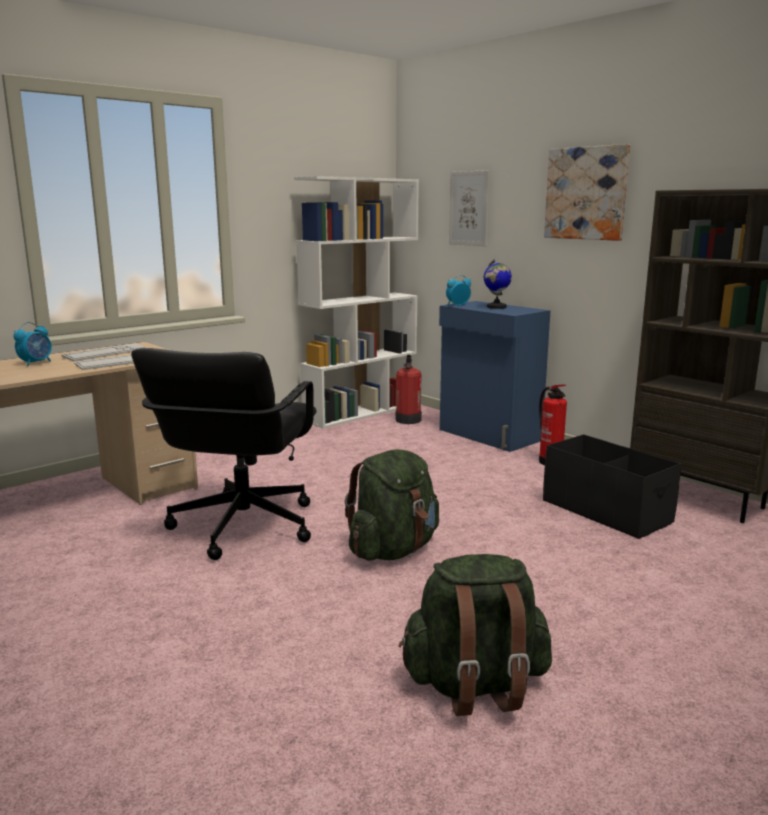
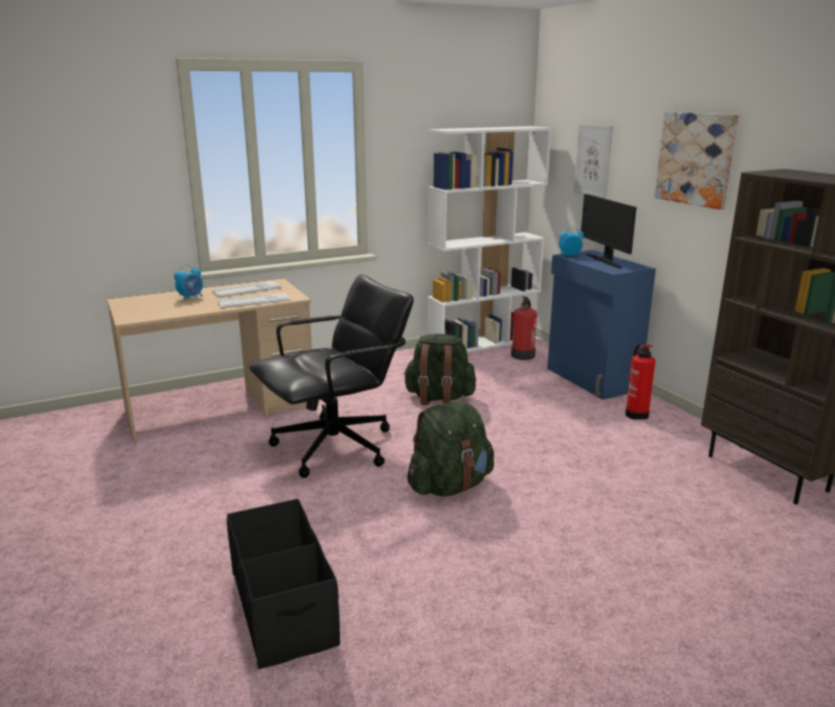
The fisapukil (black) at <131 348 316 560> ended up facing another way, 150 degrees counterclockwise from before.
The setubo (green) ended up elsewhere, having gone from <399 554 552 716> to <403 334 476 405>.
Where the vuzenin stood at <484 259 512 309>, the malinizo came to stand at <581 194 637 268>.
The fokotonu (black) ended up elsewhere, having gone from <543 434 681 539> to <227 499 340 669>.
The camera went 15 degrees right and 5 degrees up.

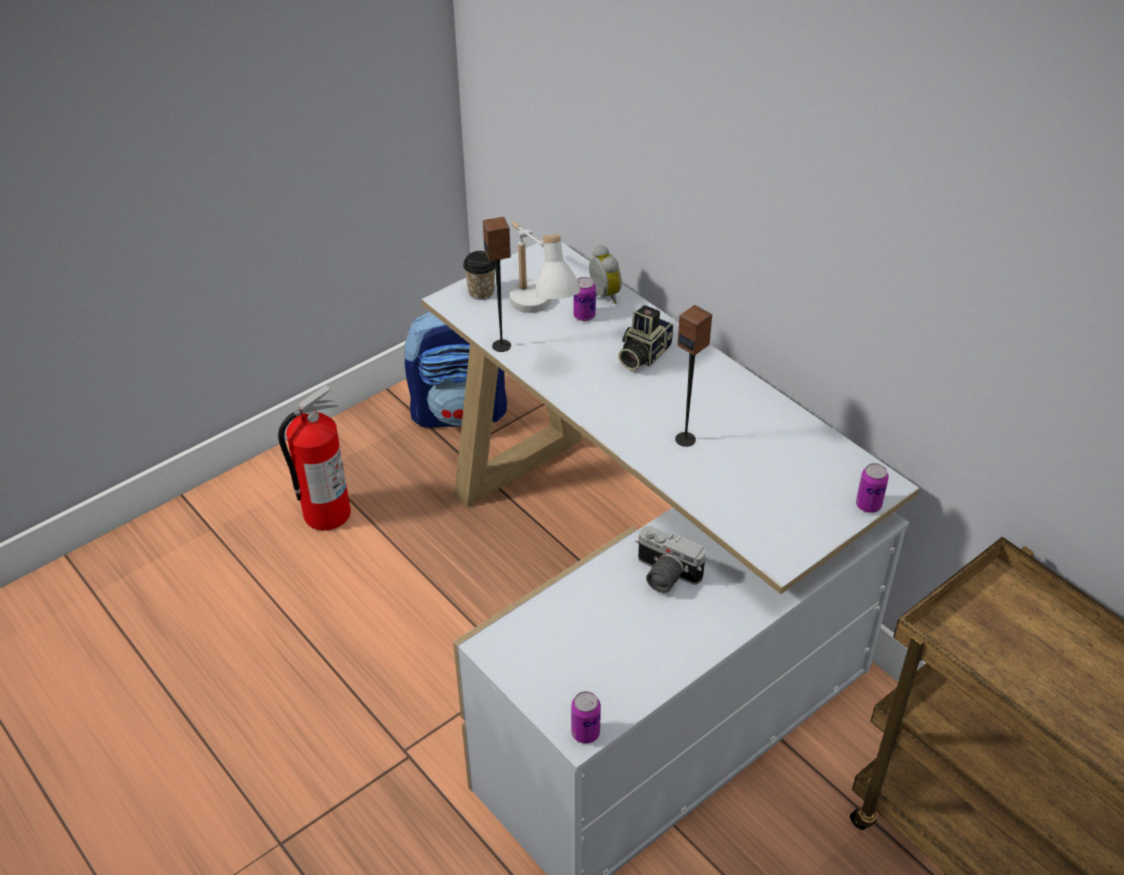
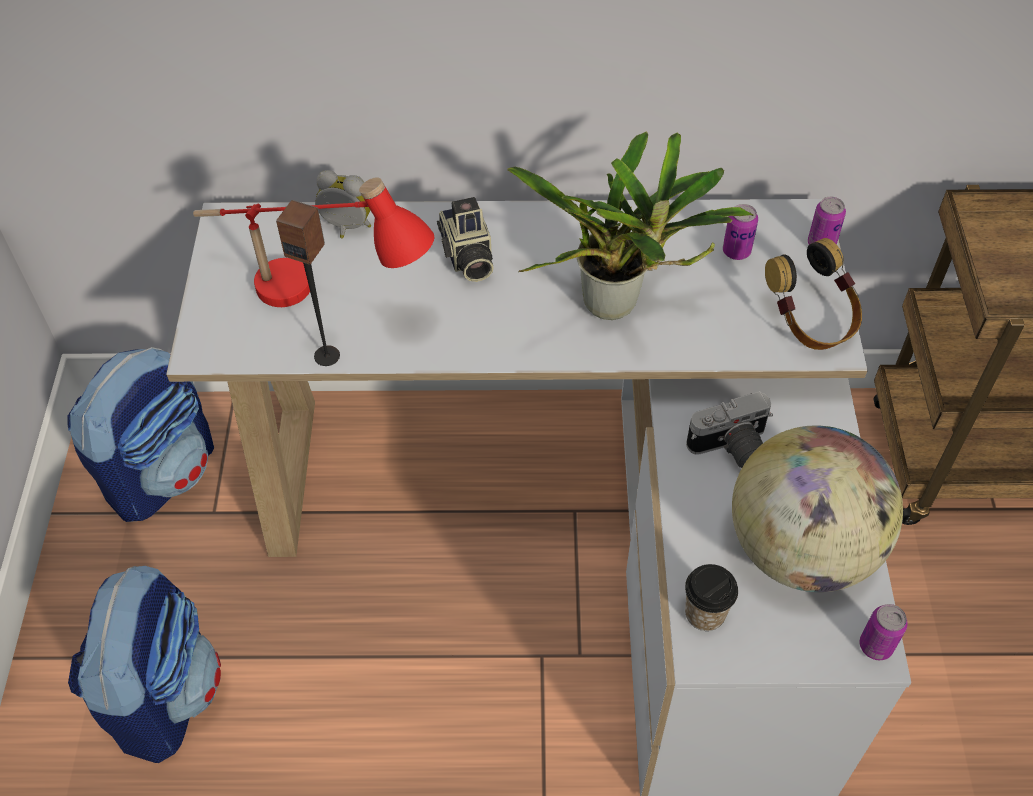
Where the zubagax stood at <278 385 351 530>, the setubo came to stand at <68 566 221 763>.
The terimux ended up elsewhere, having gone from <463 251 495 300> to <685 564 738 631>.
What was the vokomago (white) at <510 222 580 313> turned into the vokomago (red) at <193 177 434 307>.
The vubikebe ended up elsewhere, having gone from <573 277 596 321> to <723 204 758 260>.
Where the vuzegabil stood at <675 305 712 447>, the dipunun came to stand at <507 131 754 320>.
The second view gained the vuzenin at <732 425 903 592>.
The second view gained the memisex at <765 238 862 350>.
The camera went 50 degrees left and 10 degrees up.

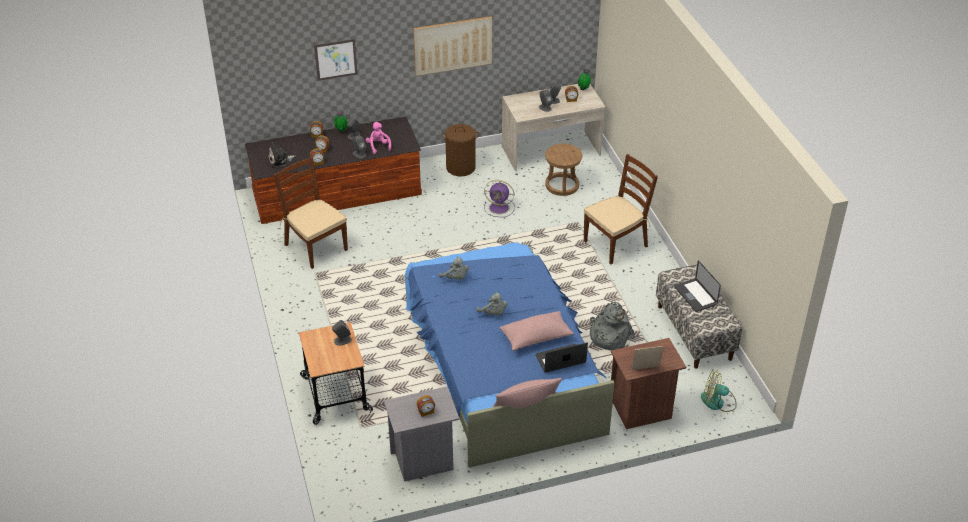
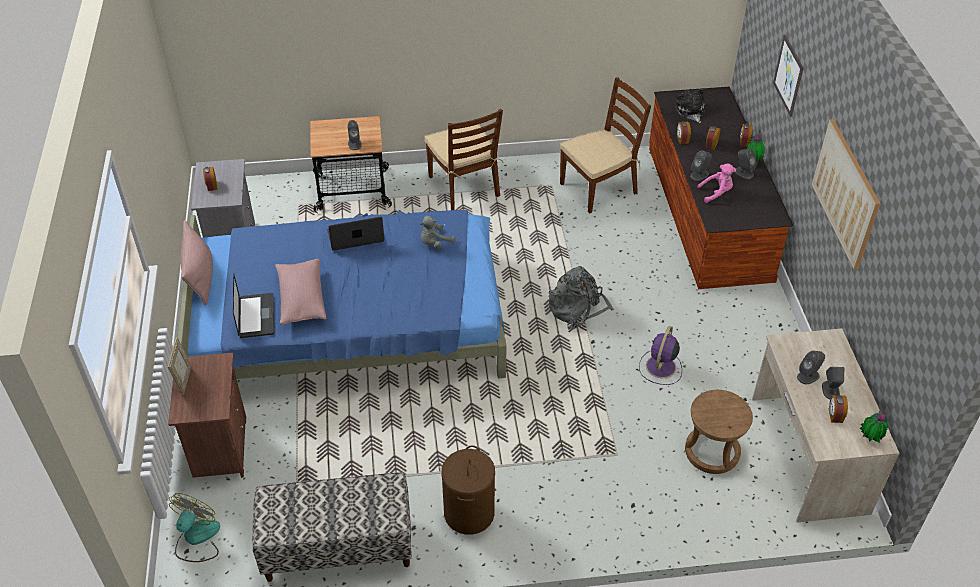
The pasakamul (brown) ended up elsewhere, having gone from <442 124 479 176> to <441 445 495 535>.
The second view lost the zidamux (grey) at <477 292 507 316>.
The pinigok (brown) ended up elsewhere, having gone from <584 154 658 264> to <425 109 504 210>.
The setubo (grey) ended up elsewhere, having gone from <590 302 635 350> to <548 266 614 330>.
The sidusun ended up elsewhere, having gone from <674 260 721 312> to <327 217 384 251>.
The camera went 100 degrees right and 5 degrees up.

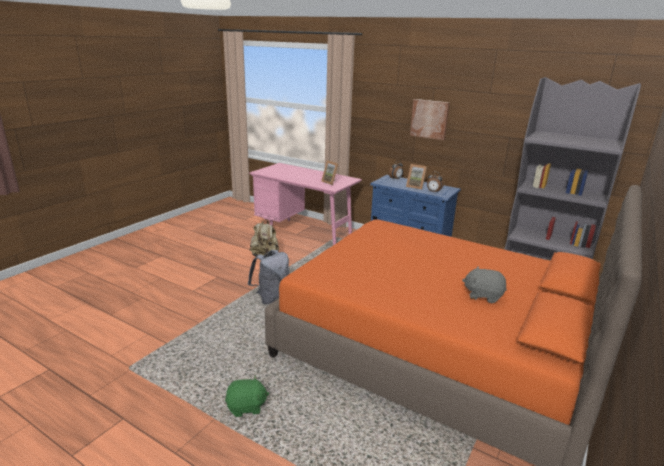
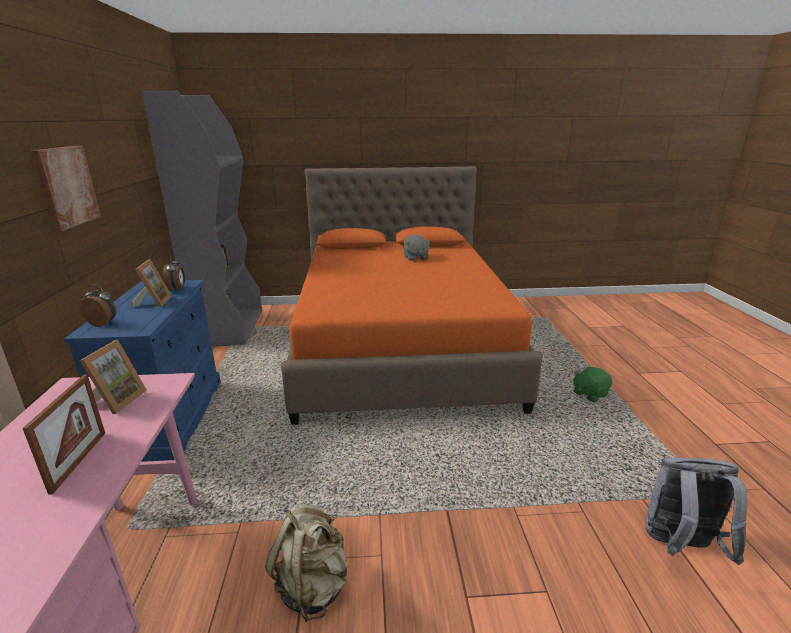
The zidamux (green) at <225 376 269 417> ended up facing another way, 75 degrees counterclockwise from before.
The setubo (grey) ended up elsewhere, having gone from <248 250 289 304> to <645 457 747 565>.
The second view gained the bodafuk at <22 375 105 495>.
The camera went 125 degrees left and 0 degrees up.

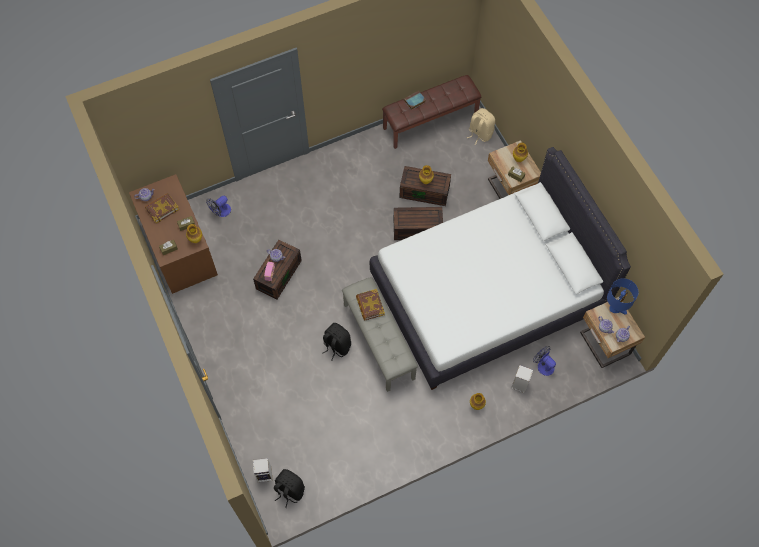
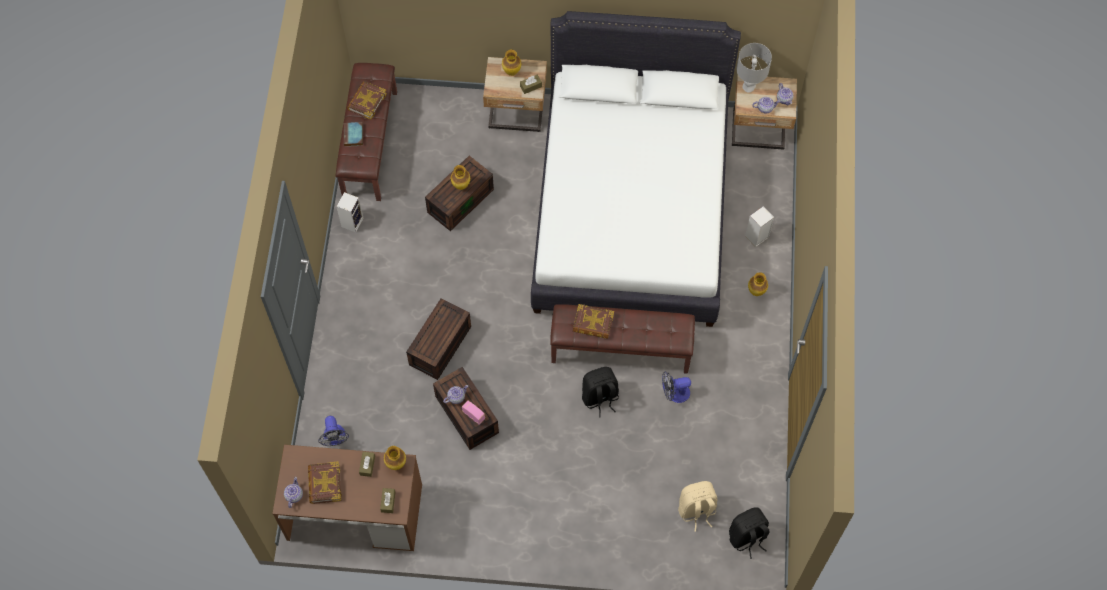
The vuzegabil ended up elsewhere, having gone from <253 458 273 482> to <336 192 364 232>.
What was the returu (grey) at <342 277 418 392> turned into the returu (brown) at <550 304 695 374>.
The fokotonu (brown) ended up elsewhere, having gone from <394 207 443 240> to <406 298 471 380>.
The setubo (beige) ended up elsewhere, having gone from <467 108 495 145> to <678 481 717 532>.
The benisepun ended up elsewhere, having gone from <533 346 556 376> to <662 371 691 403>.
What was the vokomago (blue) at <607 278 638 315> turned into the vokomago (grey) at <736 43 772 93>.
The second view gained the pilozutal at <347 81 387 120>.
The camera went 60 degrees left and 0 degrees up.

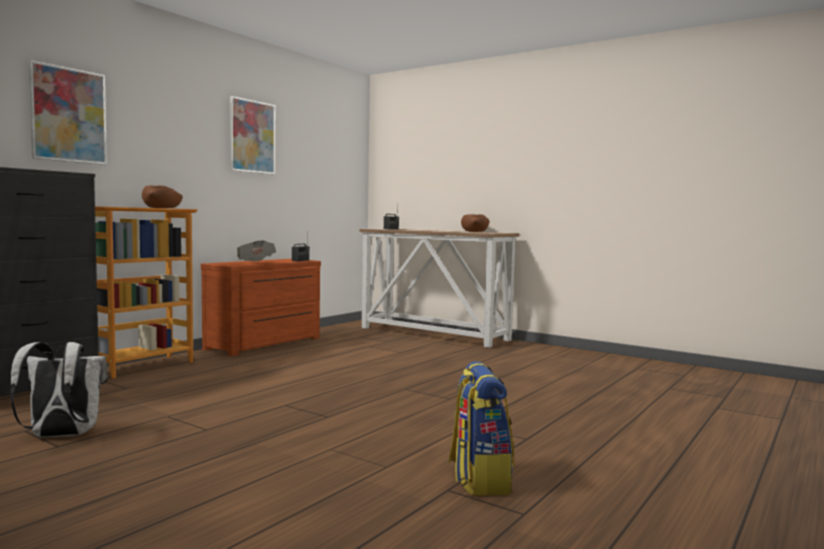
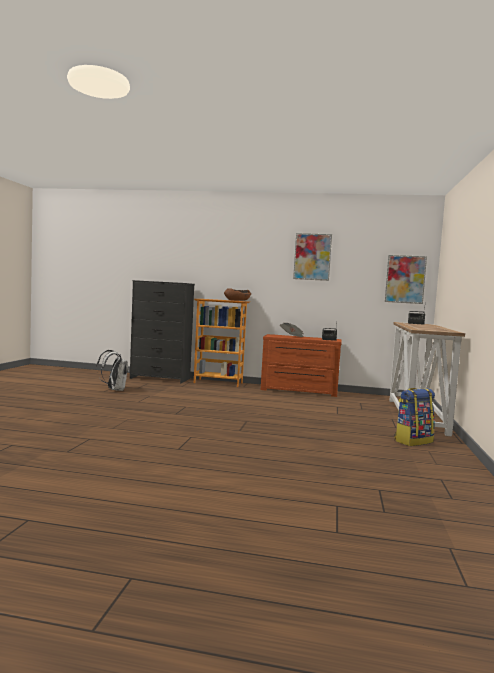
The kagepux ended up elsewhere, having gone from <29 60 107 165> to <385 255 427 304>.
The setubo ended up elsewhere, having gone from <448 361 514 496> to <394 388 435 446>.
The second view lost the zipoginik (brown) at <461 214 489 232>.
The camera went 65 degrees right and 0 degrees up.

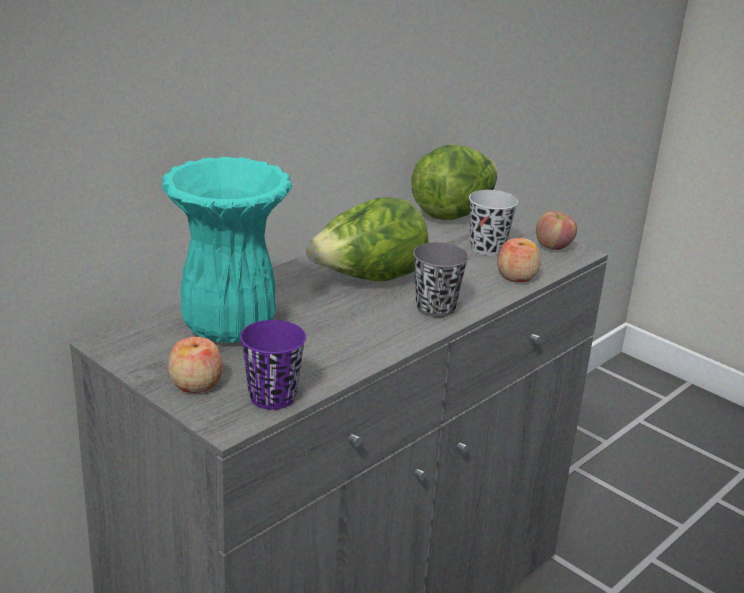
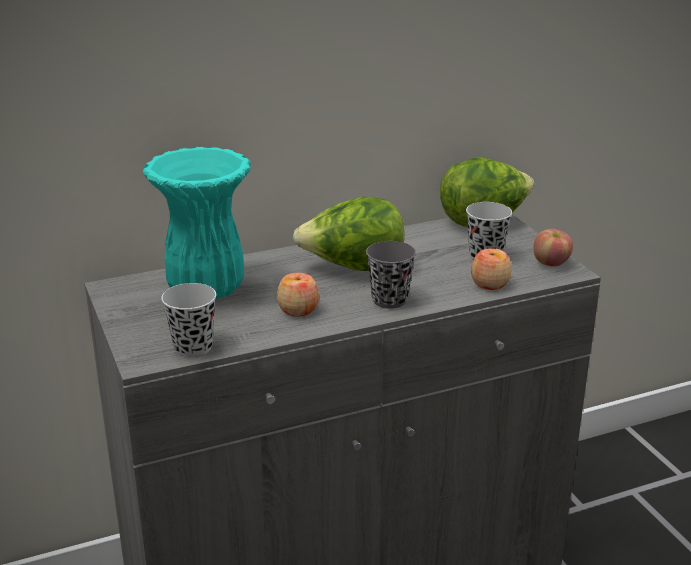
The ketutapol ended up elsewhere, having gone from <168 337 223 393> to <277 273 319 316>.
What was the terimux (purple) at <240 320 306 410> turned into the terimux (black) at <161 283 216 357>.
The camera went 25 degrees right and 0 degrees up.

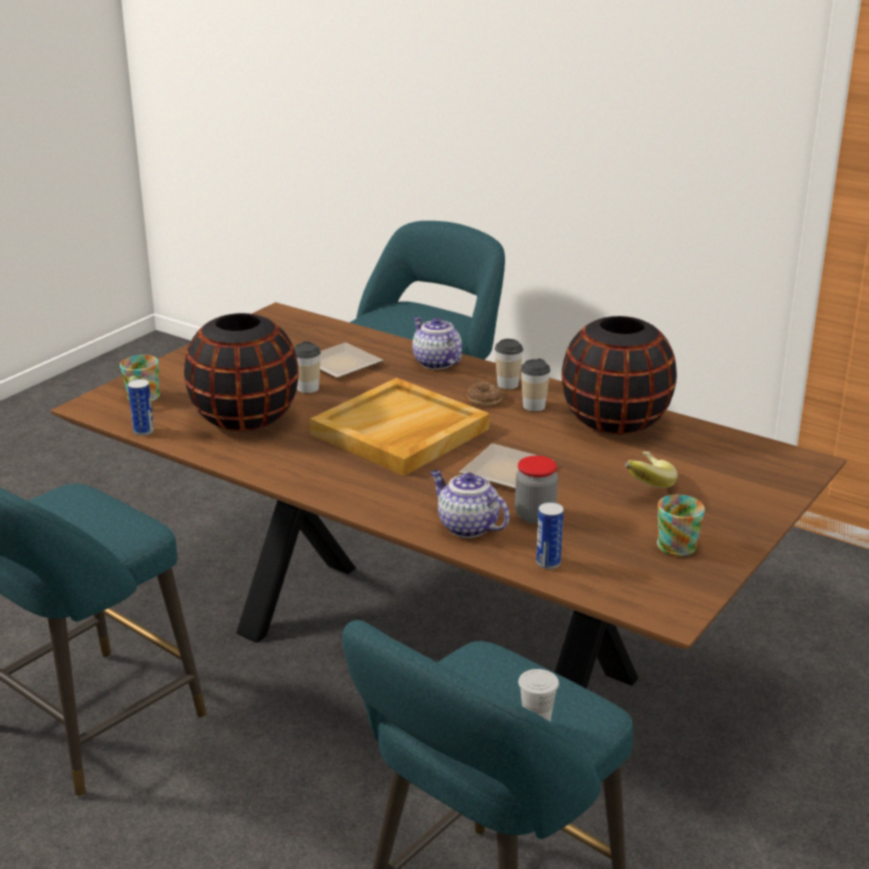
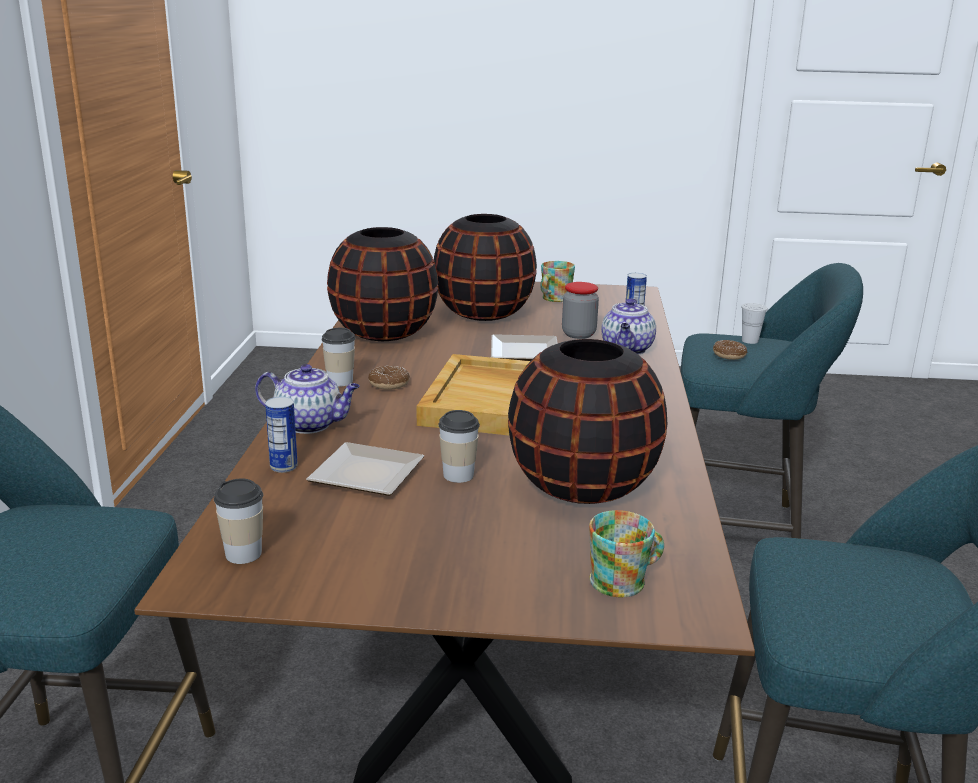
The vubikebe ended up elsewhere, having gone from <128 379 154 436> to <265 397 298 473>.
The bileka at <412 317 462 369> ended up facing another way, 105 degrees counterclockwise from before.
The terimux ended up elsewhere, having gone from <521 358 550 411> to <214 479 263 564>.
Where the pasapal stood at <625 451 678 488>, the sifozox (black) came to stand at <434 214 537 321>.
The second view gained the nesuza at <713 340 747 360>.
The camera went 120 degrees left and 5 degrees down.

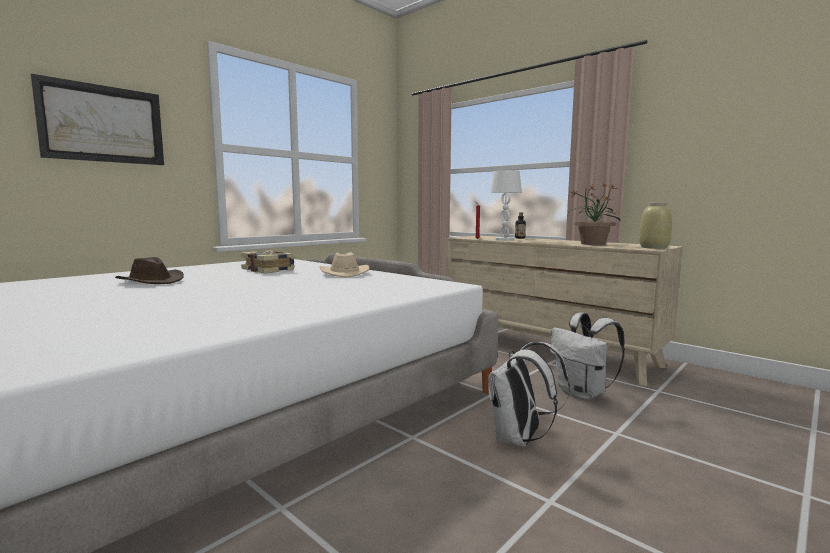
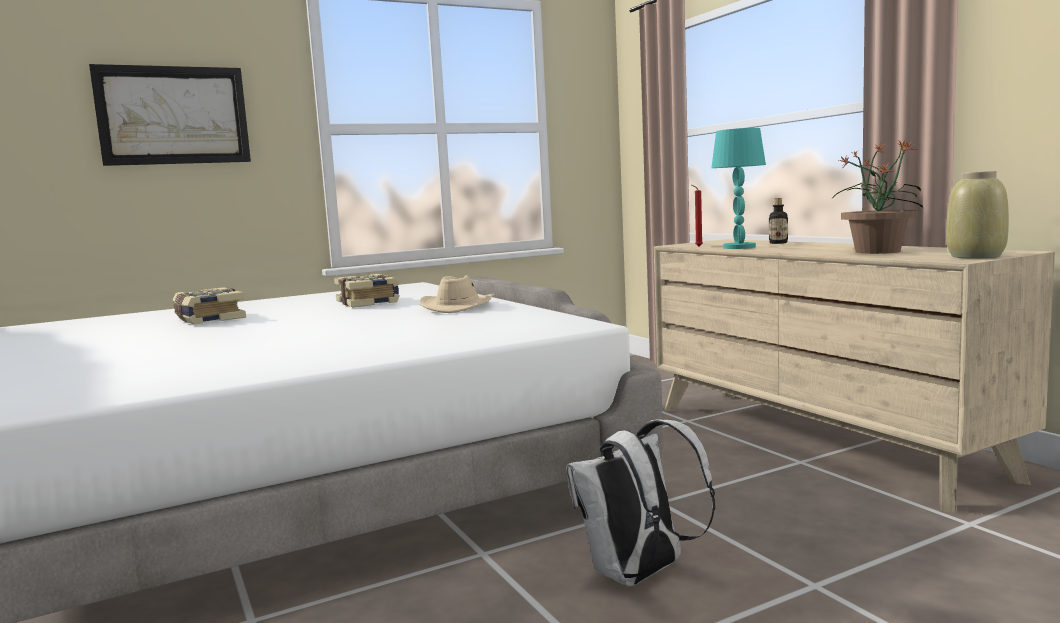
Where the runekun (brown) stood at <115 257 184 284>, the pilozutal came to stand at <173 287 246 325>.
What was the vokomago (white) at <491 170 522 241> turned into the vokomago (turquoise) at <711 128 766 249>.
The second view lost the setubo (white) at <550 312 625 400>.
The camera went 20 degrees right and 0 degrees up.

